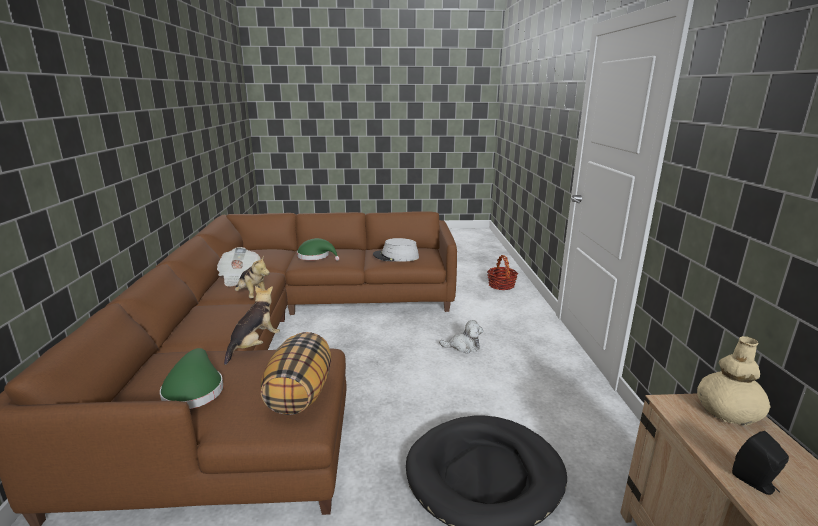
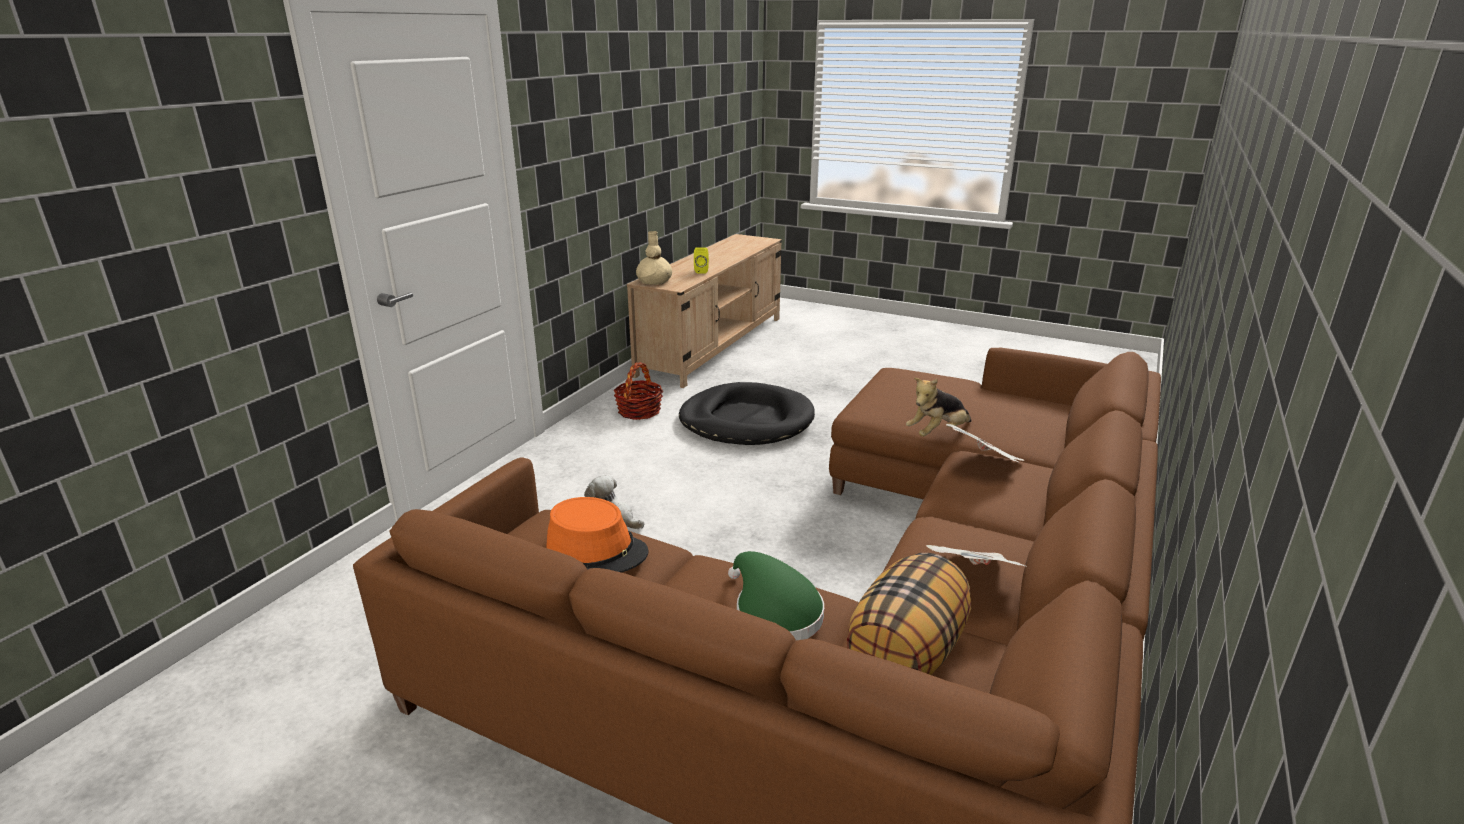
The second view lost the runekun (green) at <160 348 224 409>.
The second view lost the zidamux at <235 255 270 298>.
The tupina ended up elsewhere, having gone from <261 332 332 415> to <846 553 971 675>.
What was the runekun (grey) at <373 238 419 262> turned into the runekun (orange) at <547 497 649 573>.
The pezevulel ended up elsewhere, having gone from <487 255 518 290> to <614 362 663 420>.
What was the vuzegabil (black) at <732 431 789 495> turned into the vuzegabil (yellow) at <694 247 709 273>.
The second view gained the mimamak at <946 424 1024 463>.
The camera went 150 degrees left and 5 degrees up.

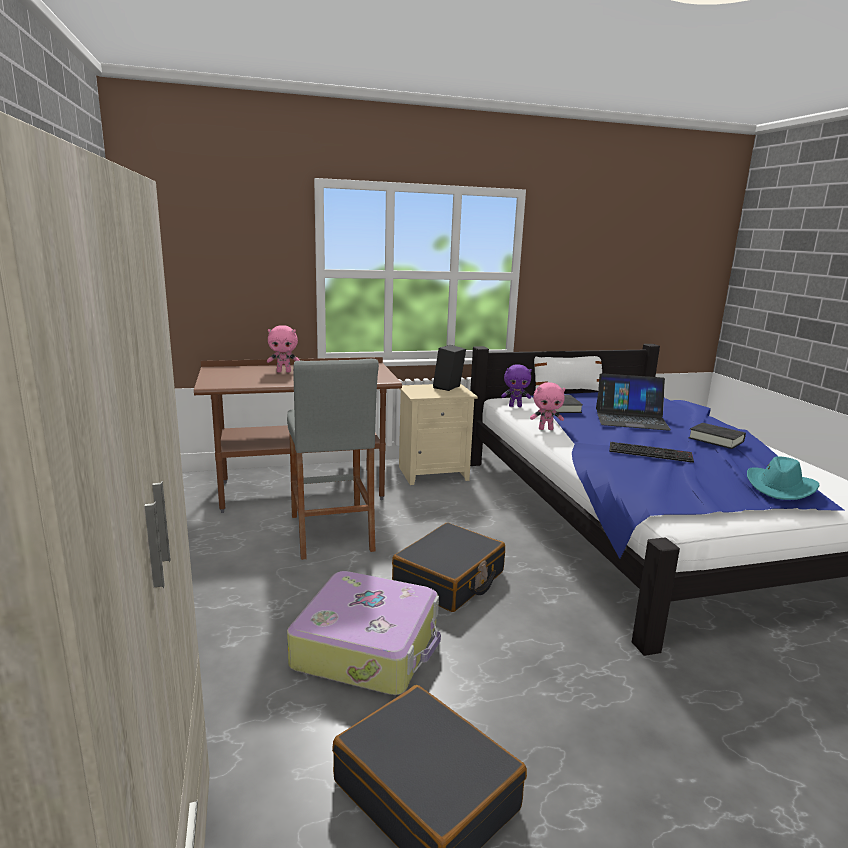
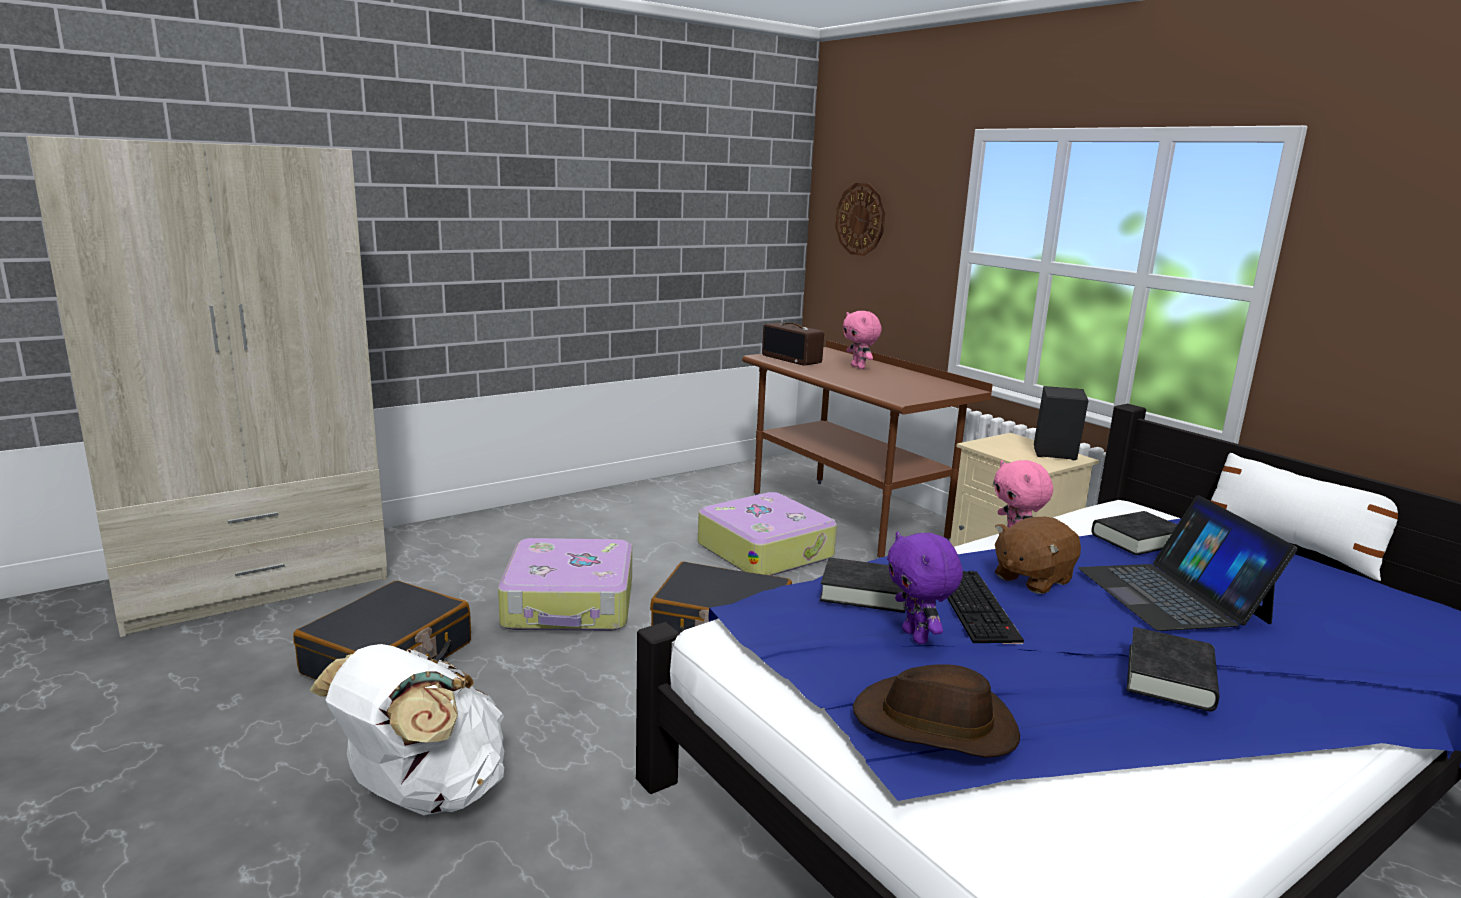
Where the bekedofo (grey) stood at <287 359 379 560>, the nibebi came to stand at <698 492 837 576>.
The zidamux (purple) ended up elsewhere, having gone from <501 364 532 407> to <887 532 963 644>.
What was the runekun (turquoise) at <747 456 819 500> turned into the runekun (brown) at <853 664 1020 758>.
The second view gained the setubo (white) at <309 644 504 815>.
The second view gained the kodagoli at <762 322 824 366>.
The second view gained the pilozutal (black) at <820 557 906 613>.
The second view gained the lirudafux at <835 183 885 256>.
The second view gained the zidamux (brown) at <995 517 1081 594>.
The camera went 70 degrees right and 0 degrees up.

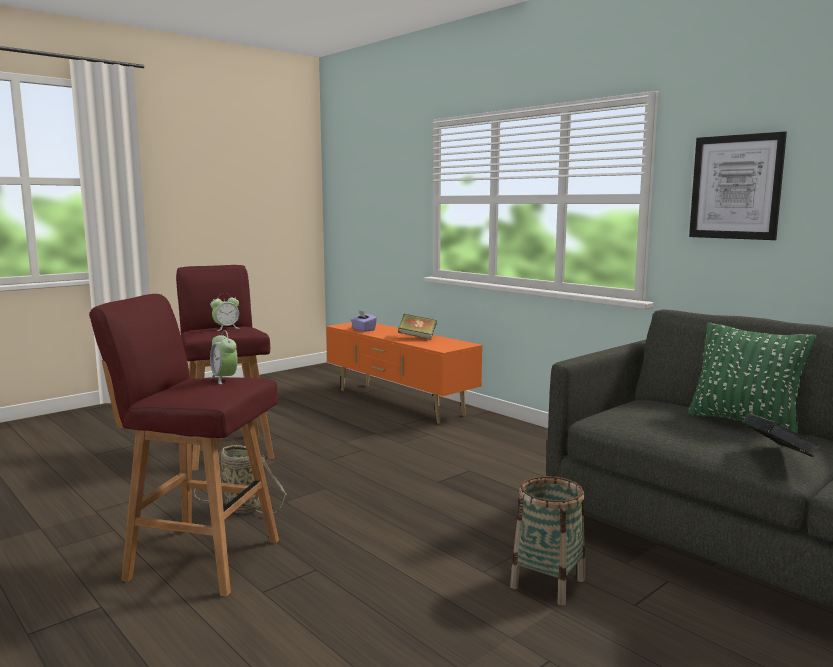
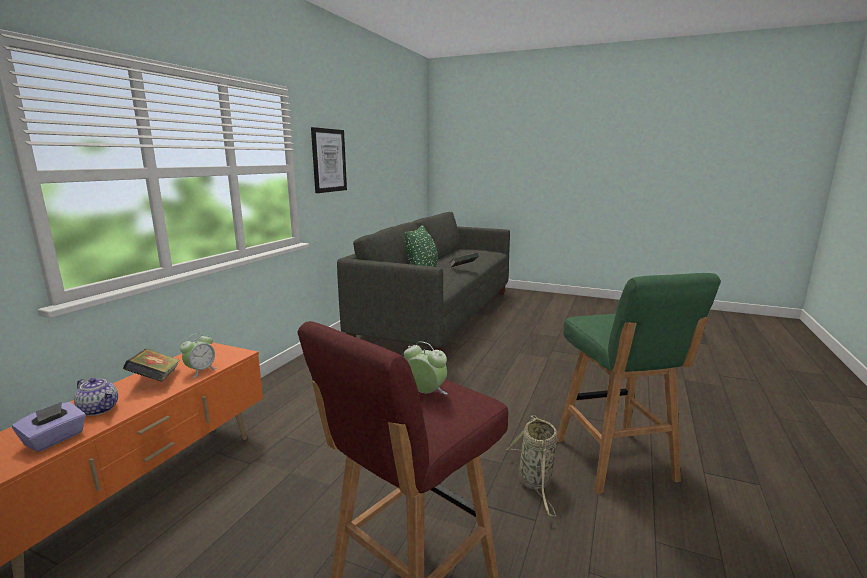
What was the bekedofo (red) at <89 294 279 597> turned into the bekedofo (green) at <557 273 721 494>.
The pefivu ended up elsewhere, having gone from <210 330 238 384> to <180 333 218 378>.
The second view lost the pezevulel at <510 476 585 605>.
The second view gained the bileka at <74 378 118 416>.
The camera went 115 degrees left and 5 degrees up.

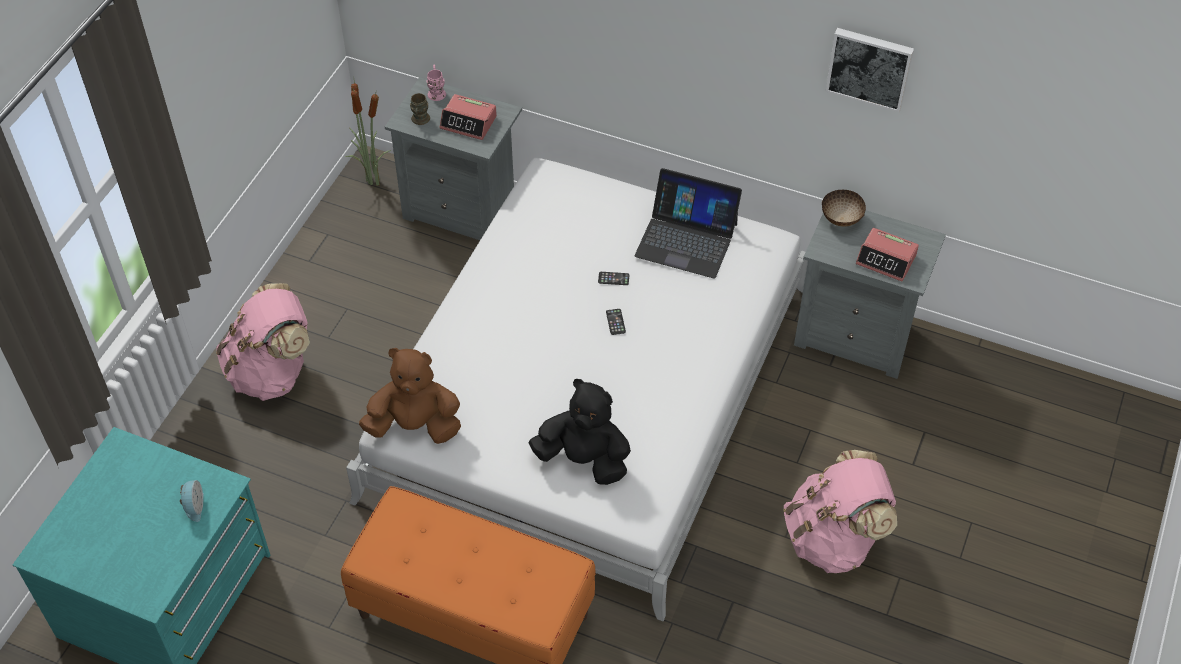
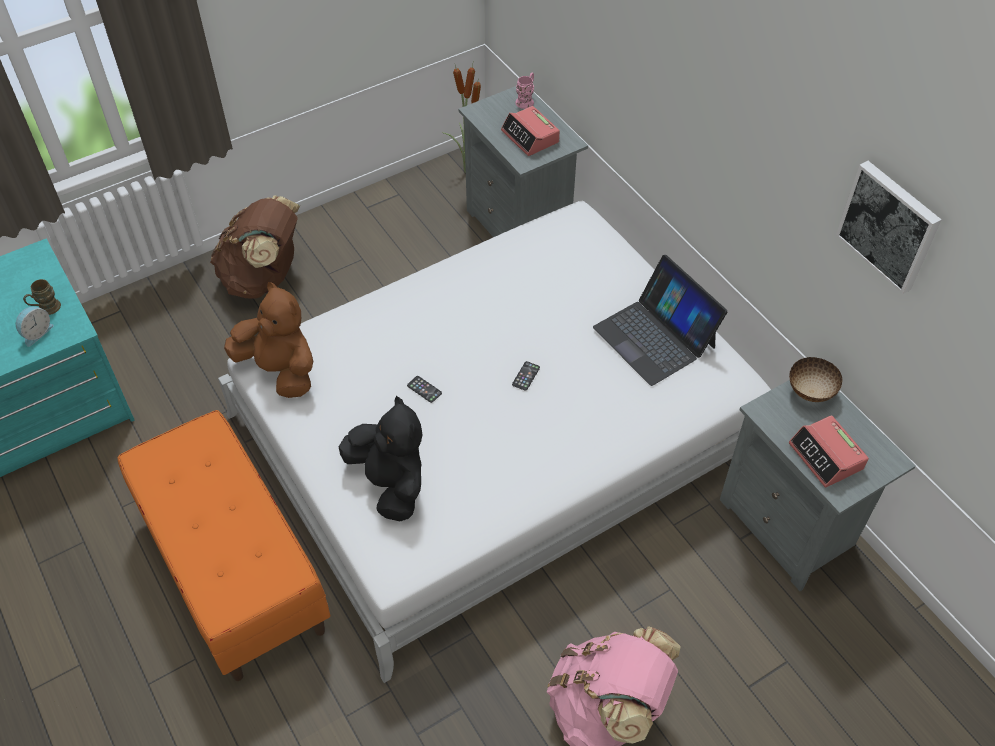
What was the setubo (pink) at <216 283 310 401> turned into the setubo (brown) at <210 195 300 299>.
The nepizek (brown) ended up elsewhere, having gone from <410 93 430 125> to <23 279 61 315>.
The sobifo ended up elsewhere, having gone from <598 272 629 285> to <407 376 442 403>.
The camera went 35 degrees right and 0 degrees up.

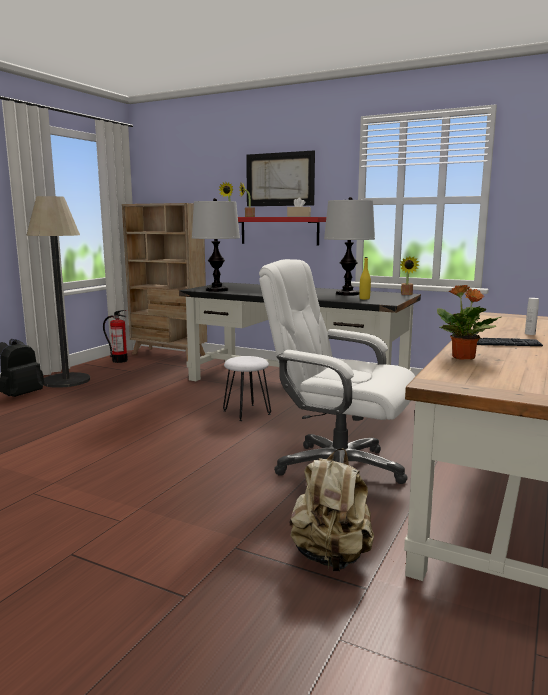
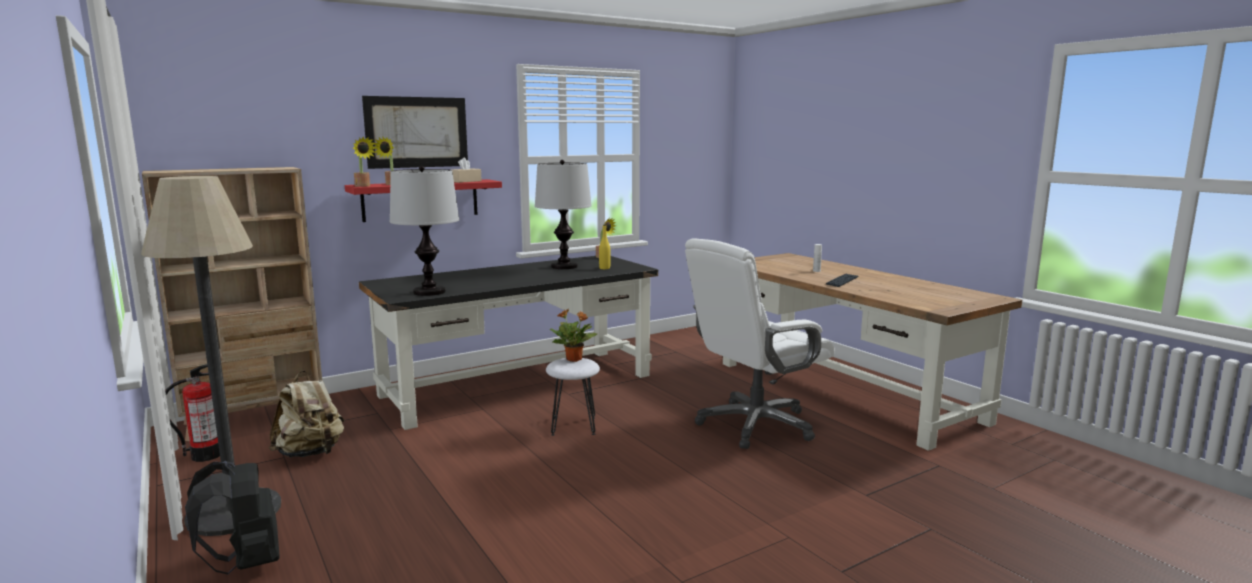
The setubo (beige) ended up elsewhere, having gone from <290 448 374 571> to <269 371 344 458>.
The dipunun ended up elsewhere, having gone from <437 285 501 360> to <550 309 597 362>.
The camera went 60 degrees left and 0 degrees up.

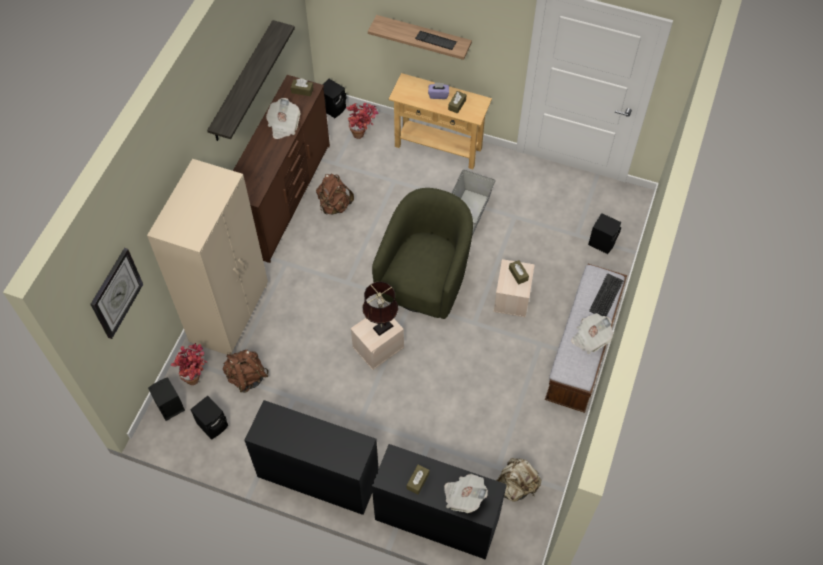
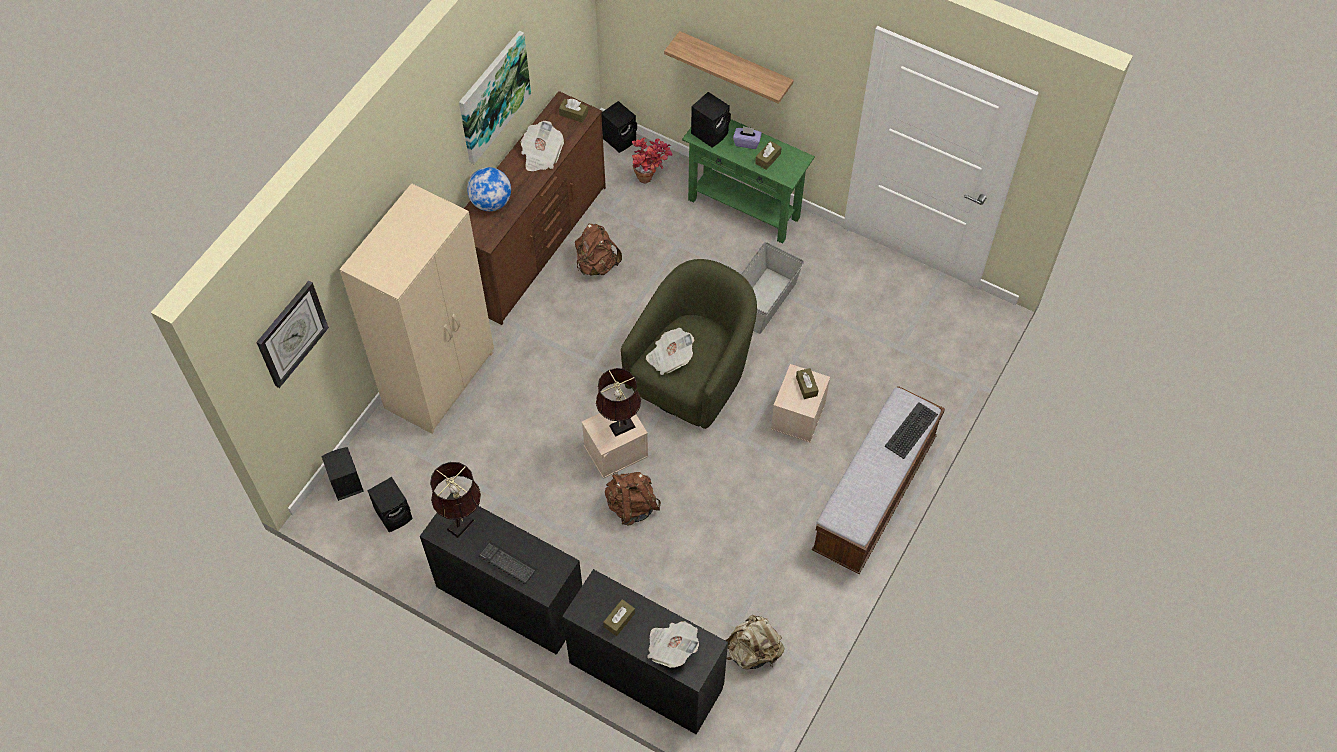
The second view lost the dipunun at <171 343 207 385>.
Where the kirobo hung at <207 20 295 141>, the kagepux came to hang at <459 31 531 164>.
The setubo (brown) ended up elsewhere, having gone from <223 350 269 392> to <605 472 661 525>.
What was the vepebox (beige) at <388 73 492 169> turned into the vepebox (green) at <682 119 815 244>.
The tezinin ended up elsewhere, having gone from <415 31 457 50> to <478 541 537 584>.
The mimamak ended up elsewhere, having gone from <571 313 613 354> to <646 328 694 375>.
The vuzegabil (black) ended up elsewhere, having gone from <588 213 621 254> to <691 92 731 147>.
The second view gained the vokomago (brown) at <430 462 481 538>.
The second view gained the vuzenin at <467 167 511 211>.
The camera went 10 degrees right and 0 degrees up.

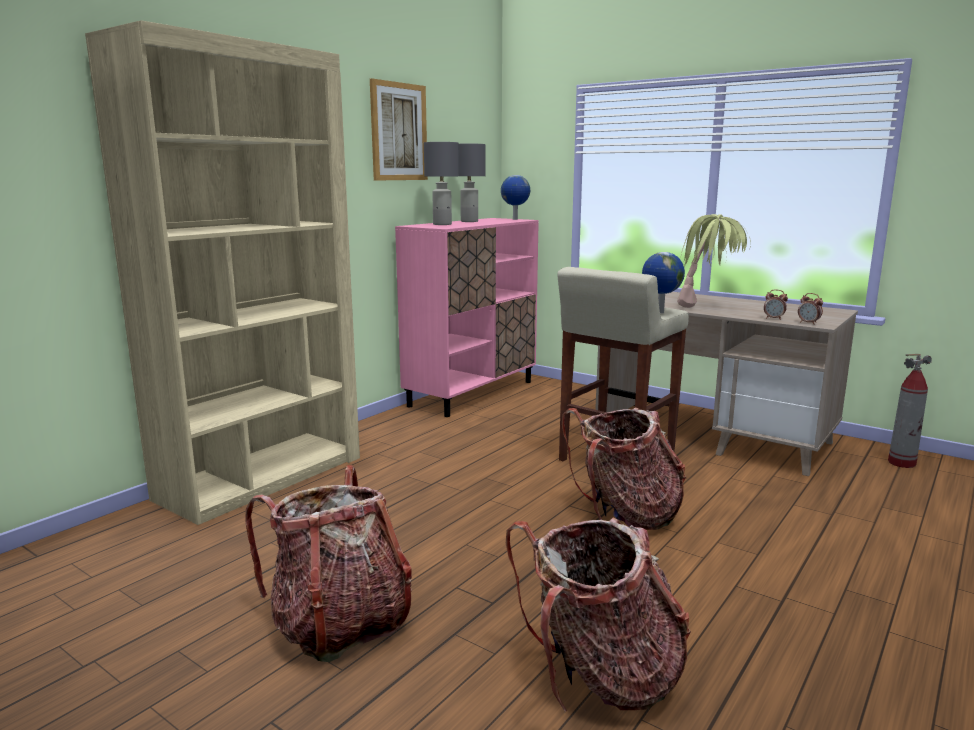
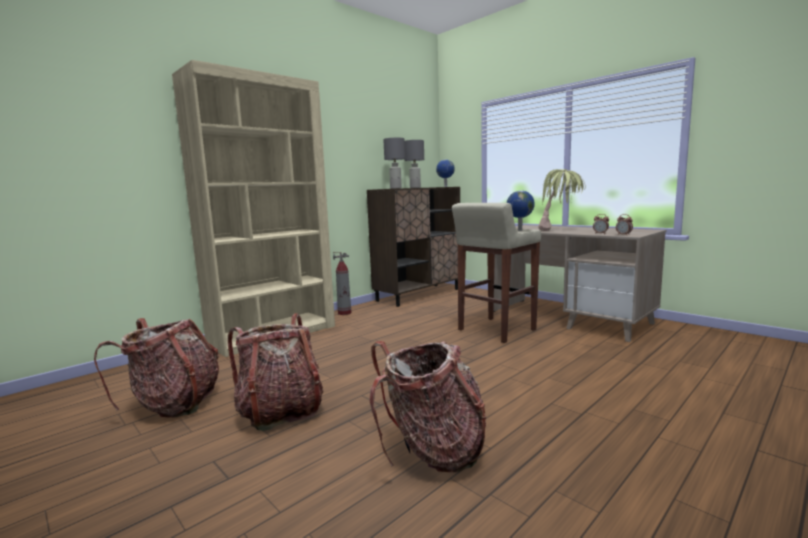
The second view lost the kagepux at <370 78 428 181>.
What was the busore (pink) at <395 218 539 417> turned into the busore (brown) at <367 187 460 307>.
The setubo ended up elsewhere, having gone from <562 408 686 530> to <94 318 219 418>.
The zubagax ended up elsewhere, having gone from <888 354 932 468> to <333 252 351 315>.
The camera went 10 degrees right and 5 degrees down.

